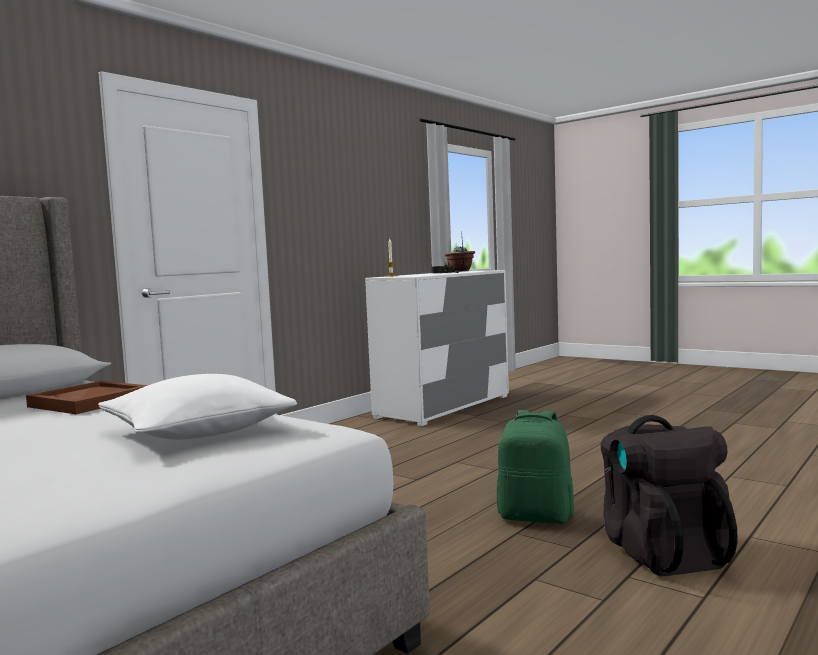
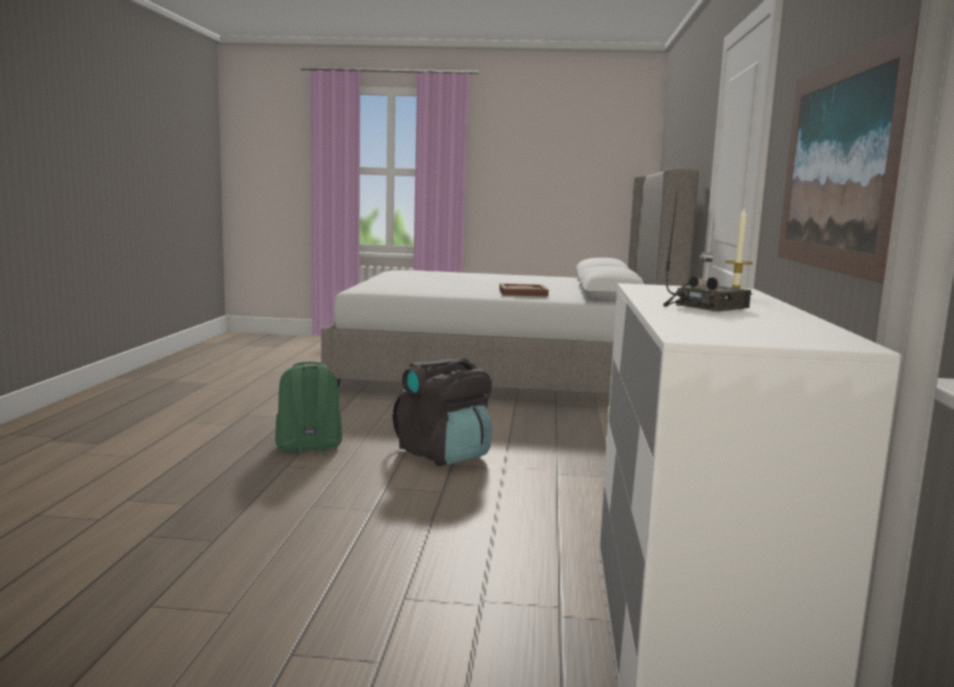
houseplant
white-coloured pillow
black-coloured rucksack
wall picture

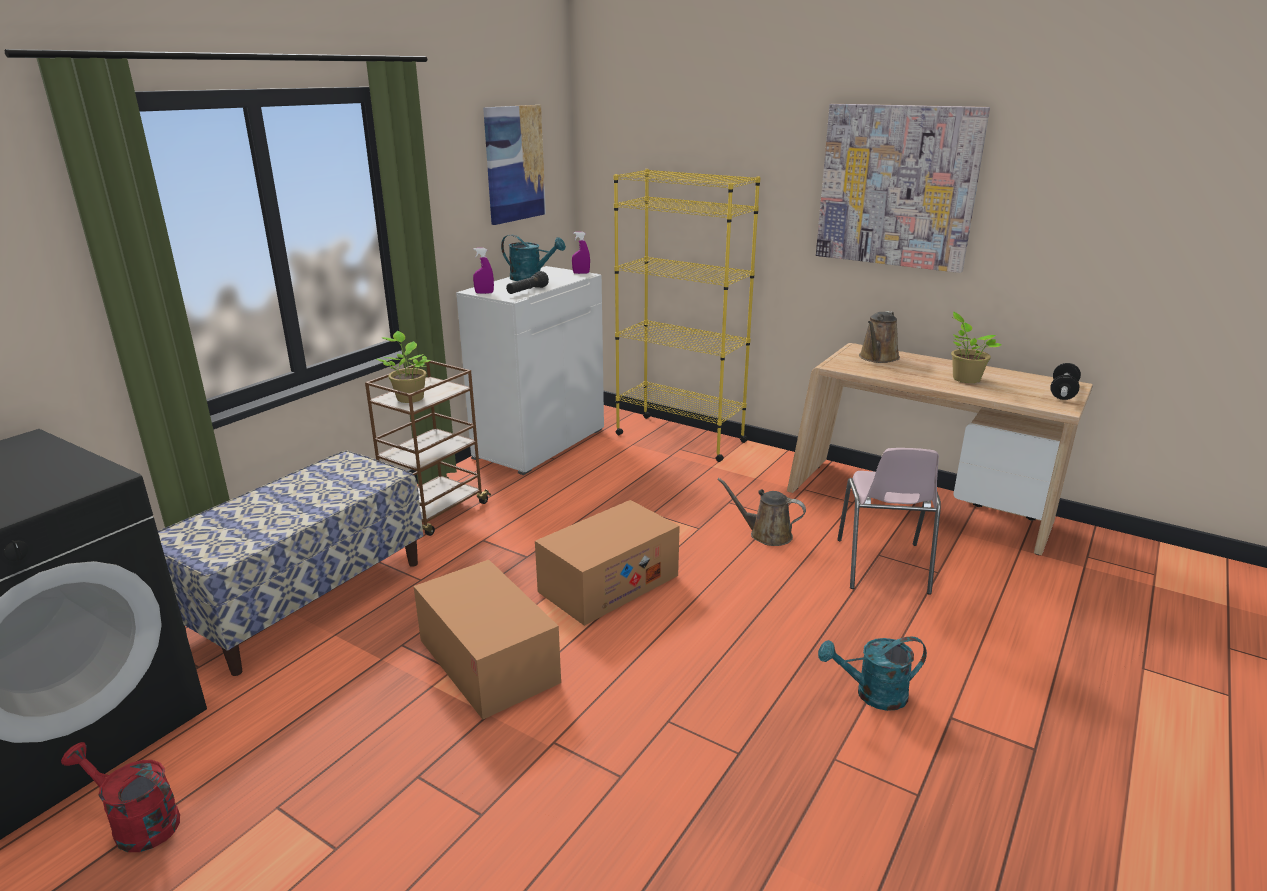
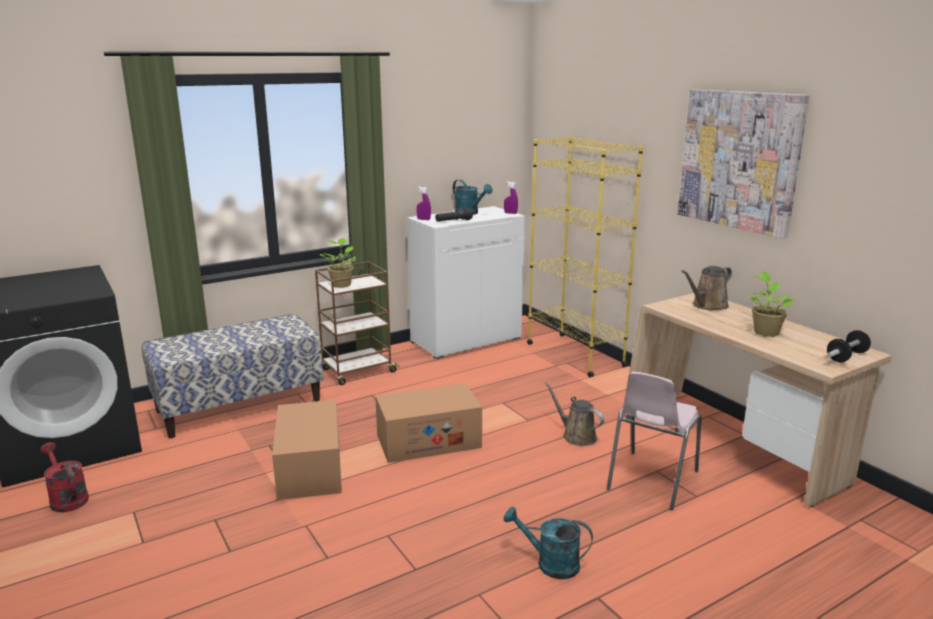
wall picture (1st from left in the first image)

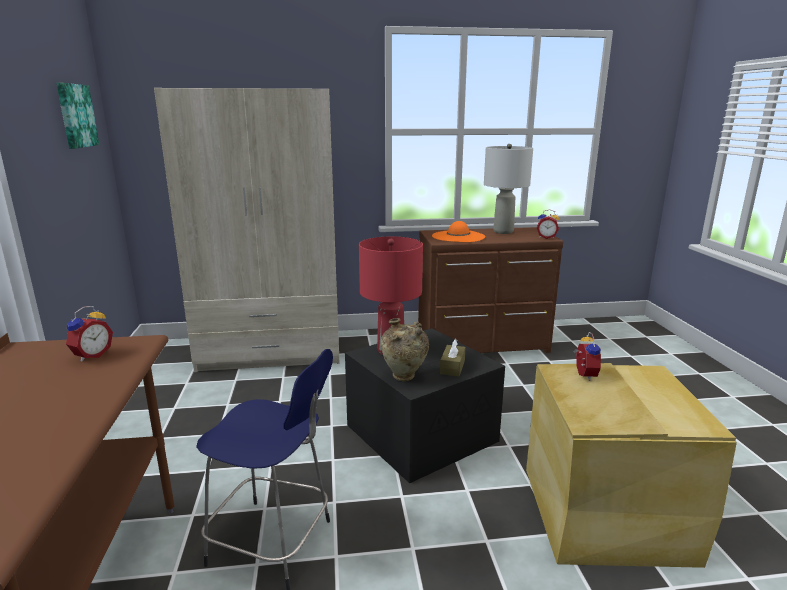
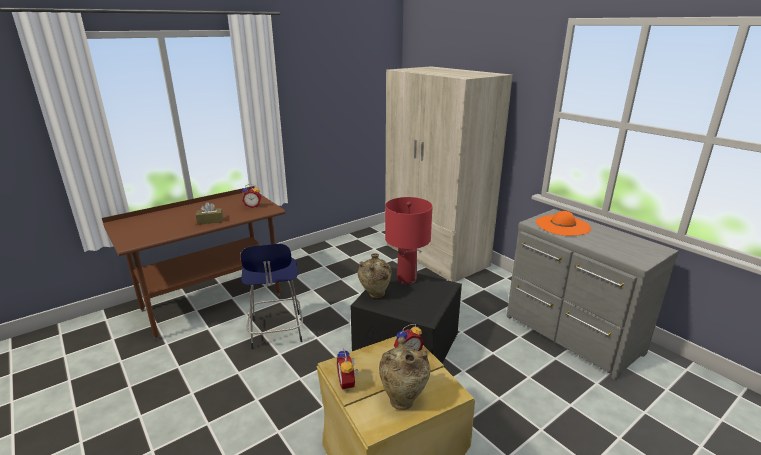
wall picture
grey tabletop lamp
bedside clock (2nd from left)
grey drawer chest
brown box of tissues
beige-coloured decorative vase (2nd from left)

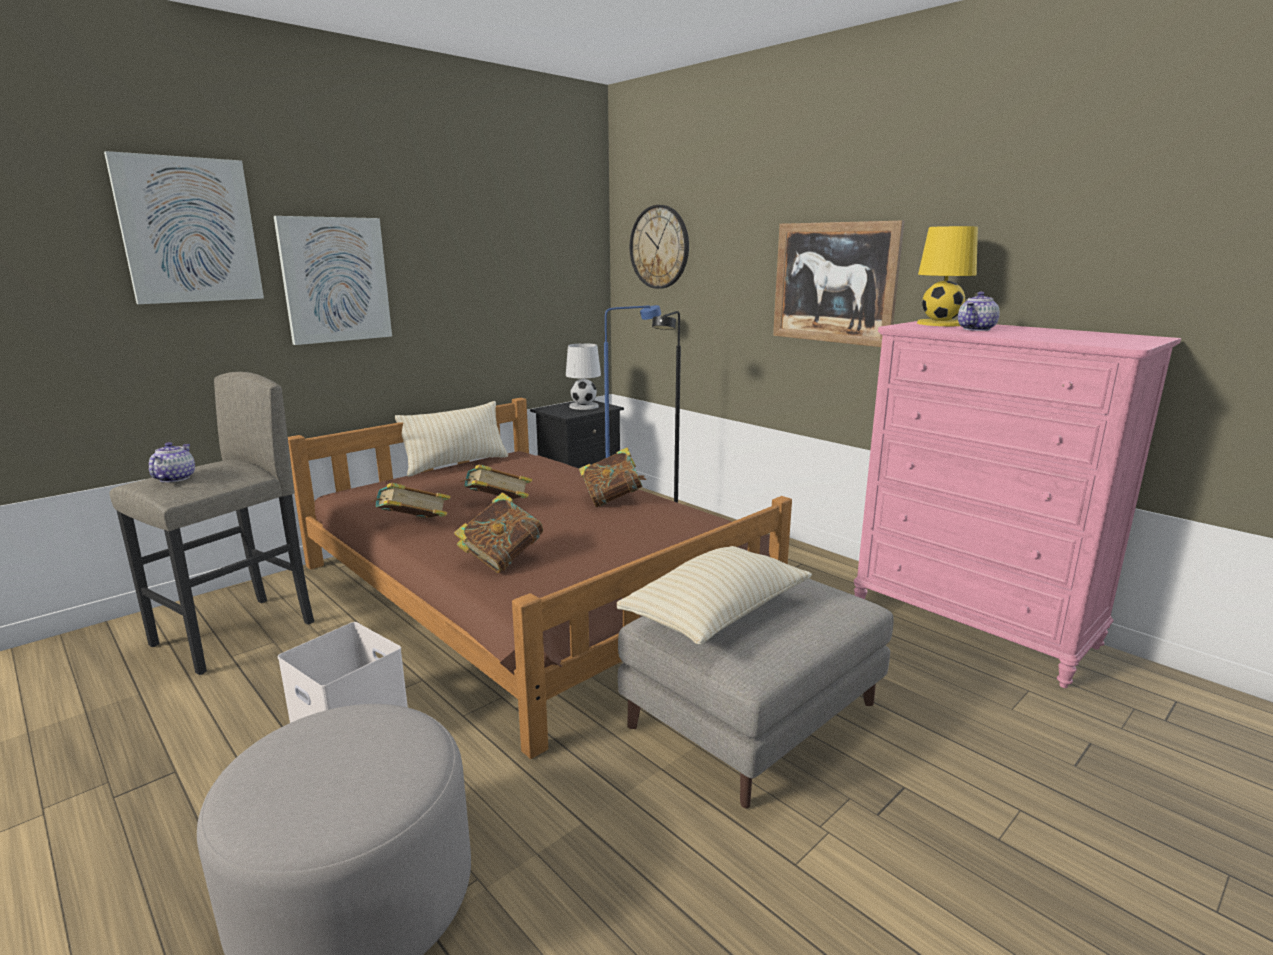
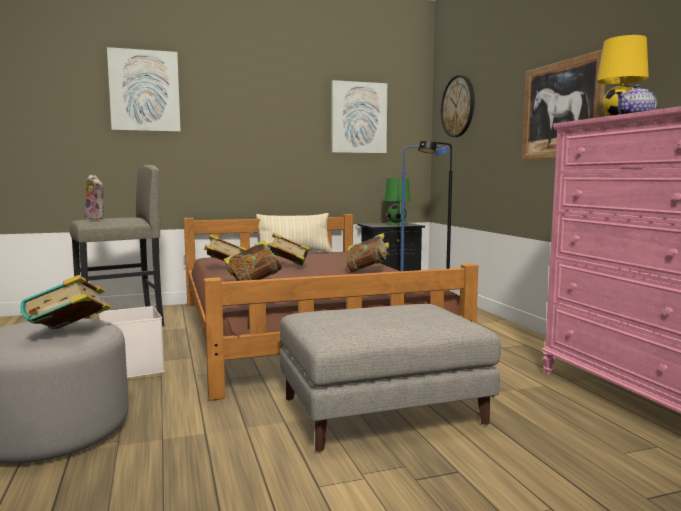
wall picture (2nd from left)
green tabletop lamp
soft toy
beige-coloured pillow (2nd from left in the first image)
bound book (1st from left)

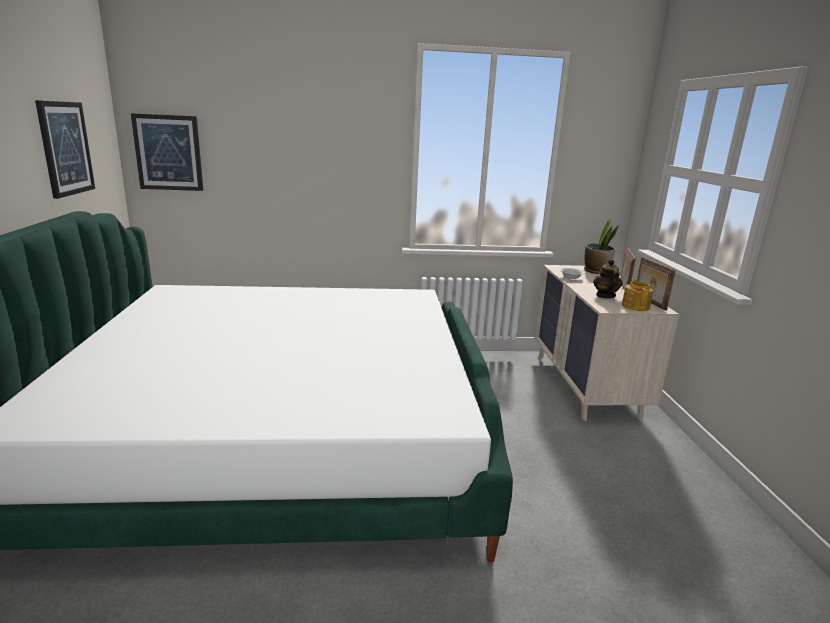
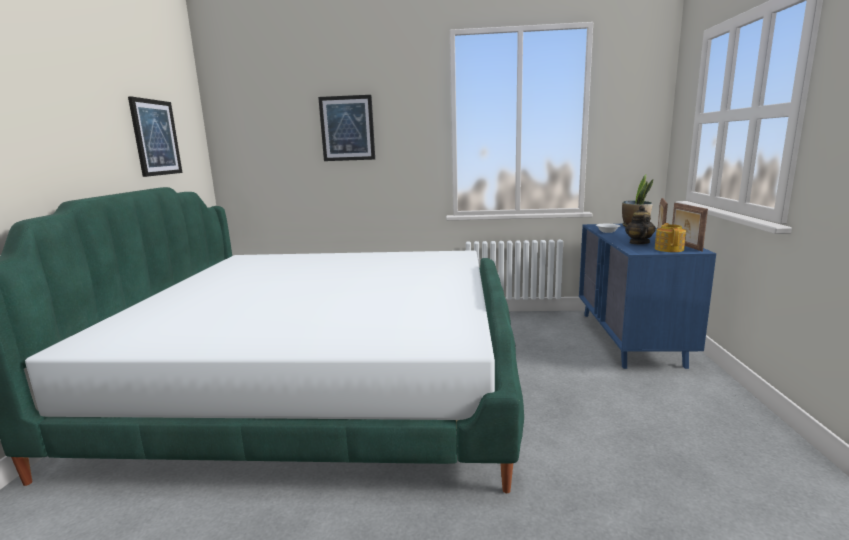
wall picture (2nd from left)
blue-coloured drawer chest

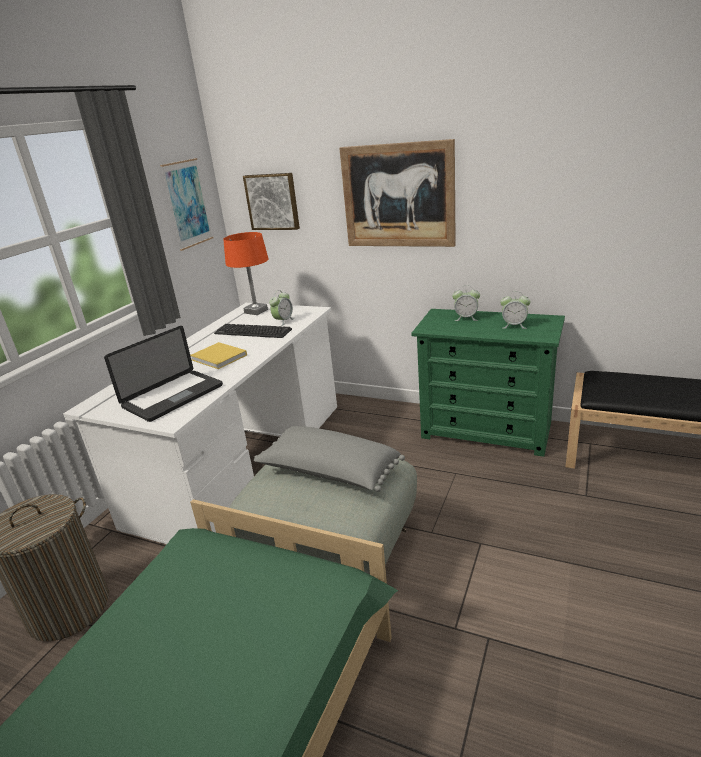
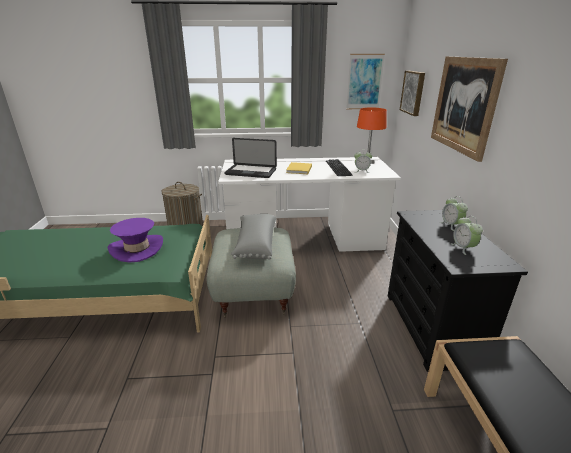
black-coloured drawer chest
purple hat

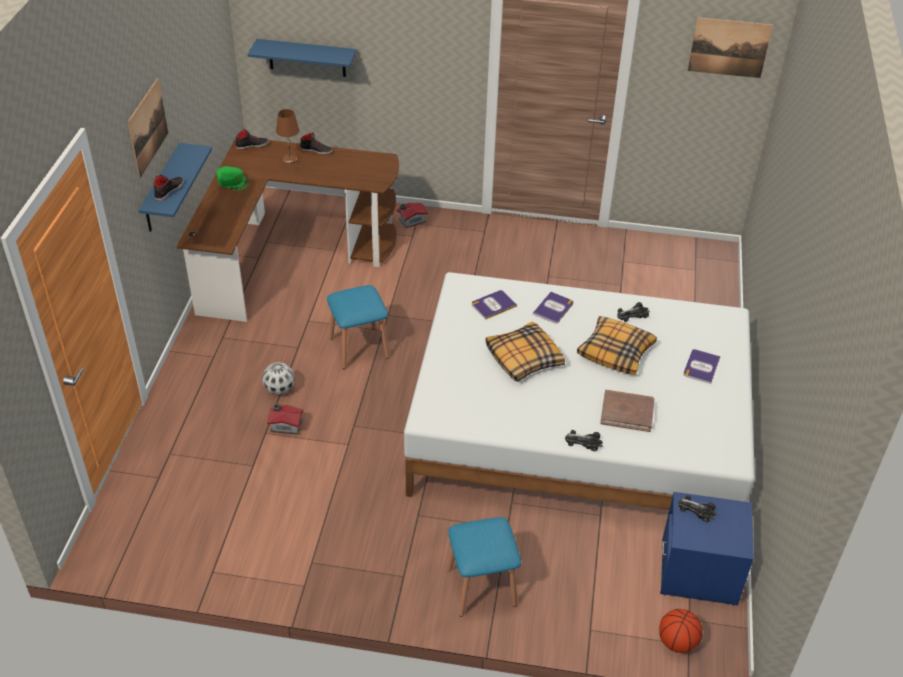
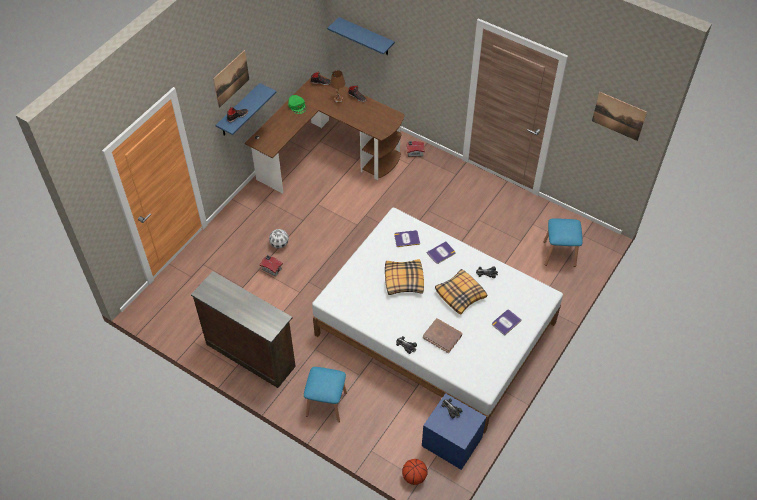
blue-coloured stool seat (2nd from left)
brown drawer chest

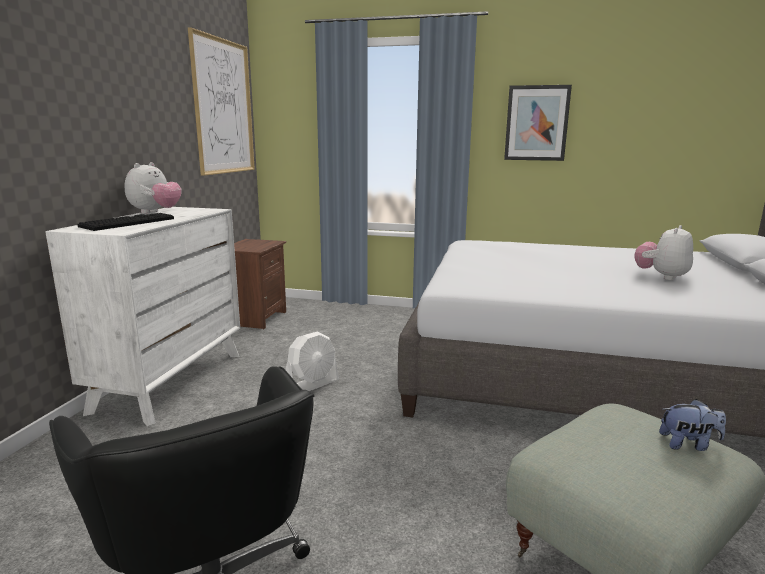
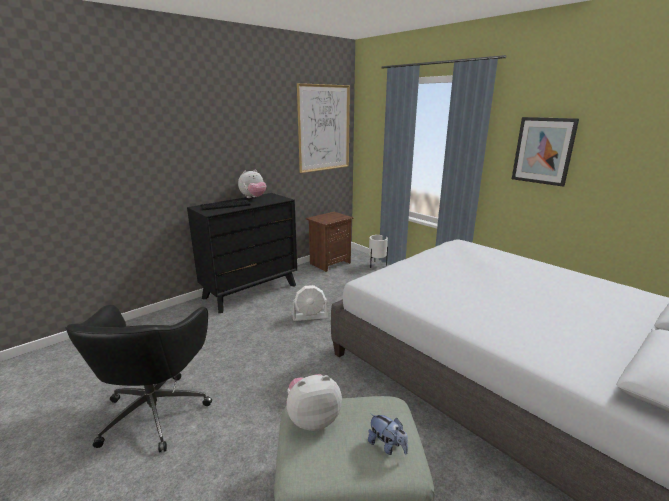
black-coloured drawer chest
soft toy (2nd from left)
white-coloured plant pot

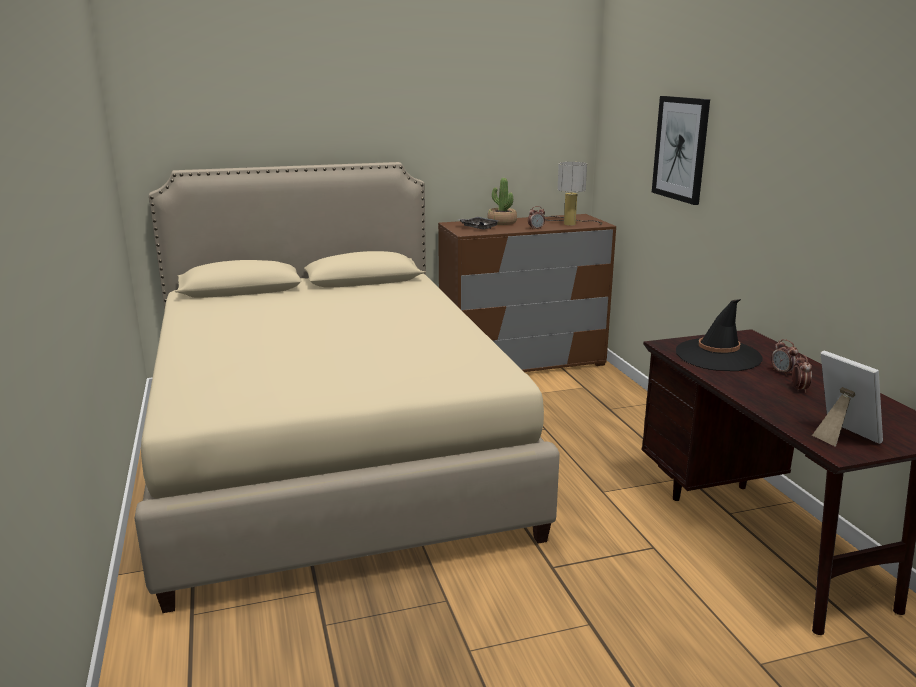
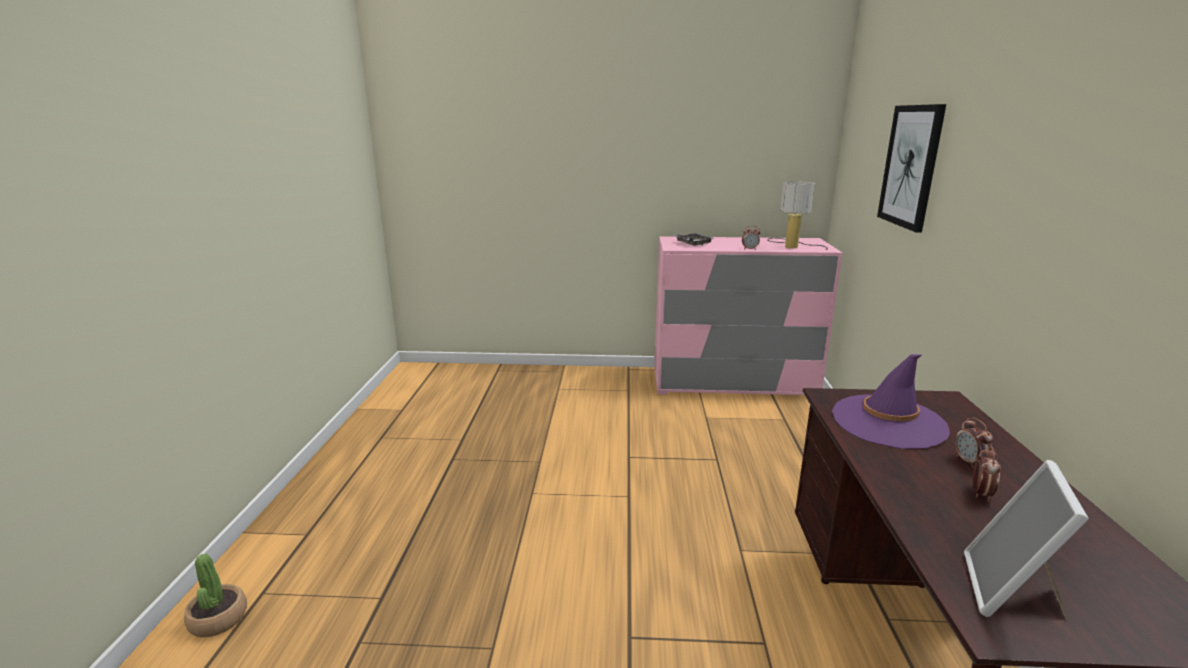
beige-coloured bedroom bed
houseplant
pinkish drawer chest
purple hat
picture frame

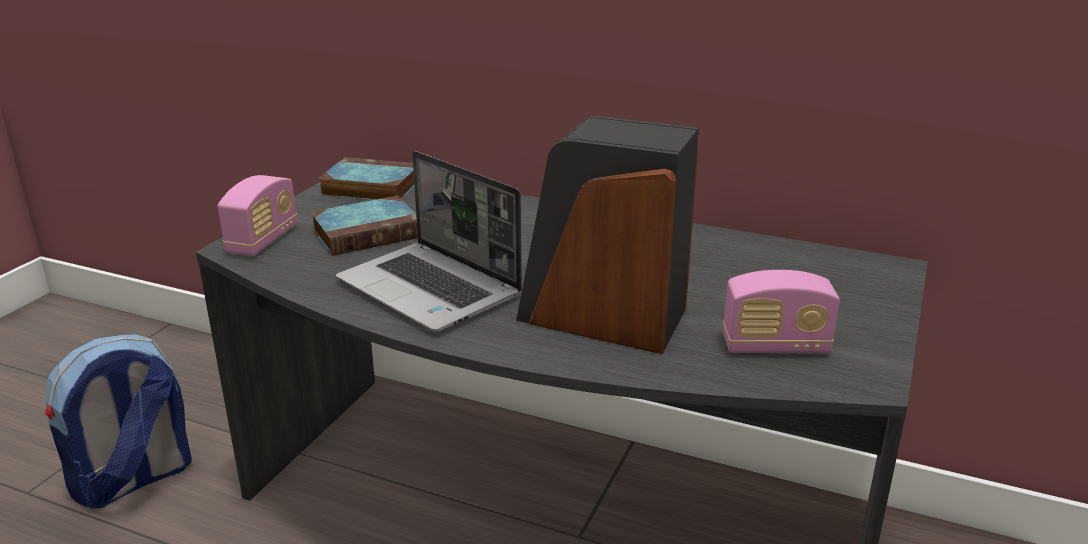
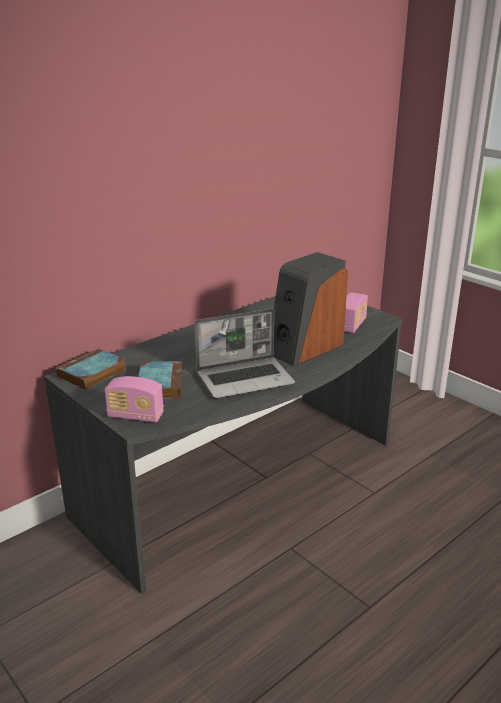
radio (1st from left)
rucksack

